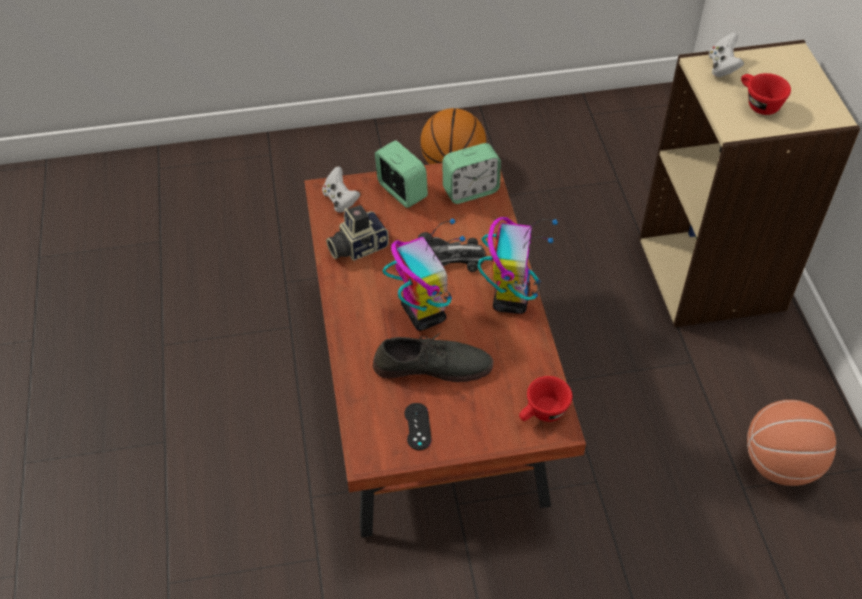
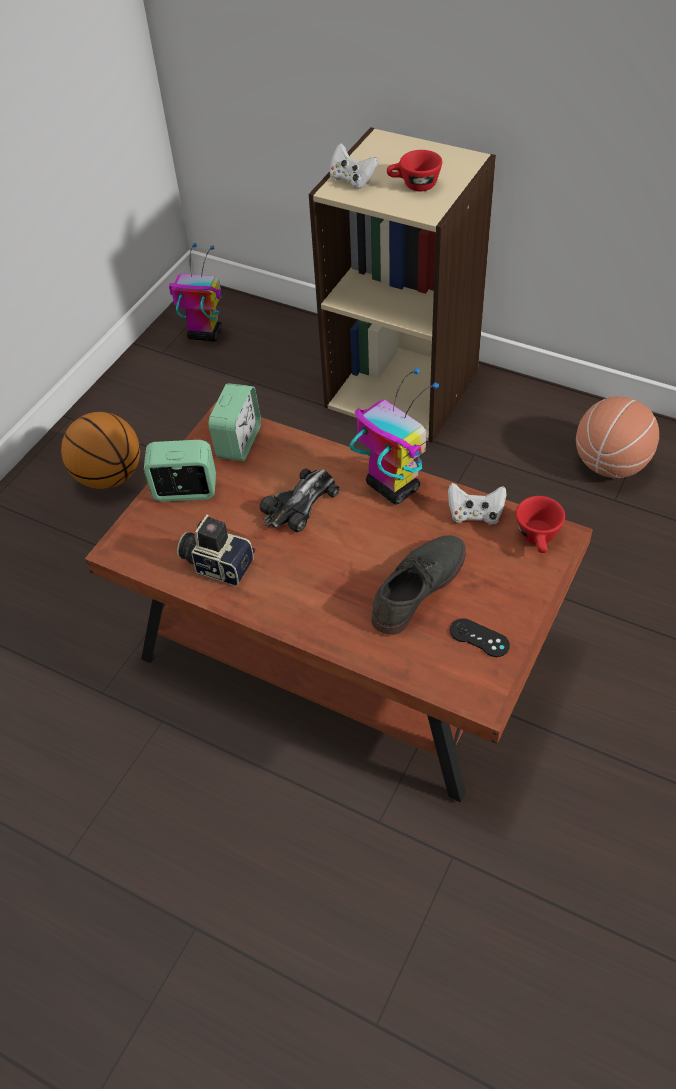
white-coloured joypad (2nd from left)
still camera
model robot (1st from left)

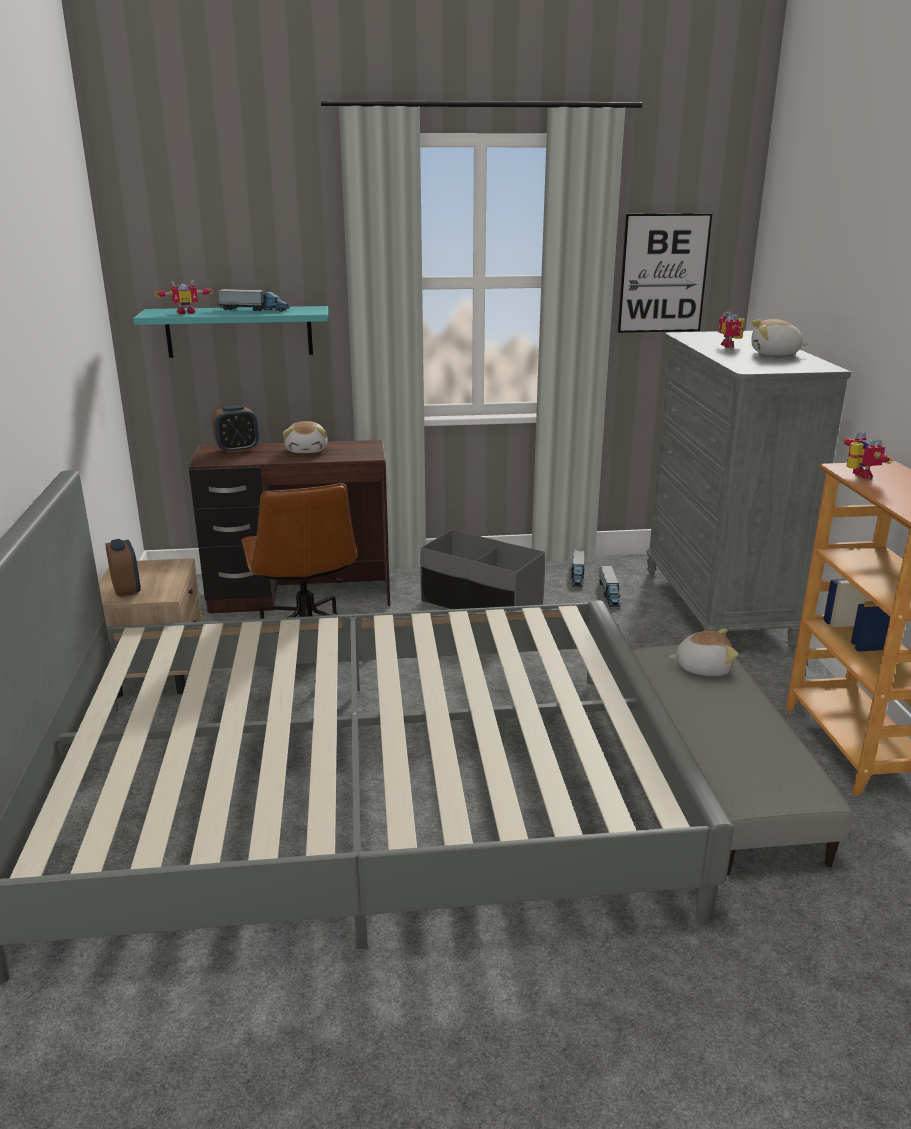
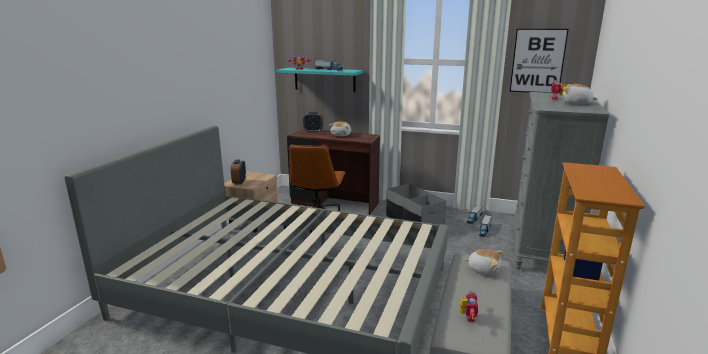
model robot (2nd from left)

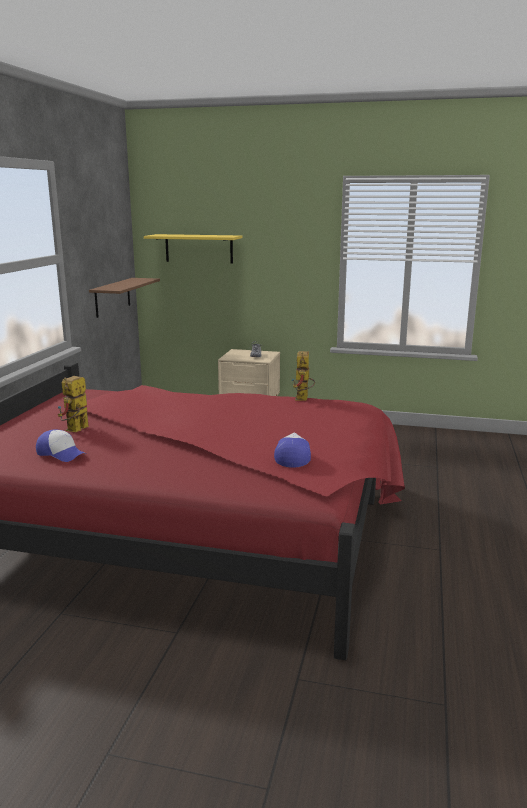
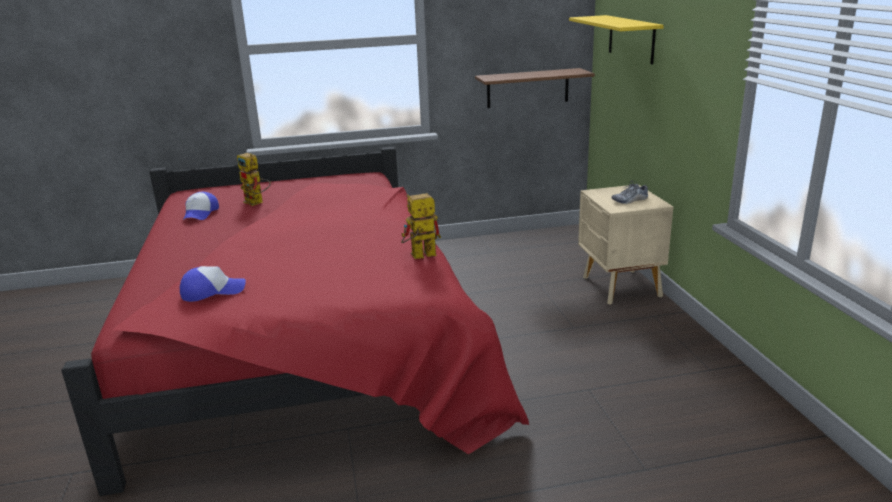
model robot (1st from left)

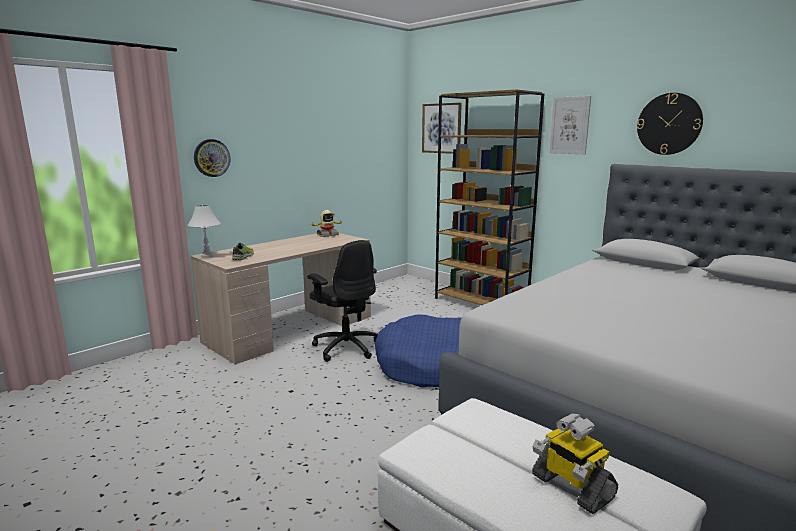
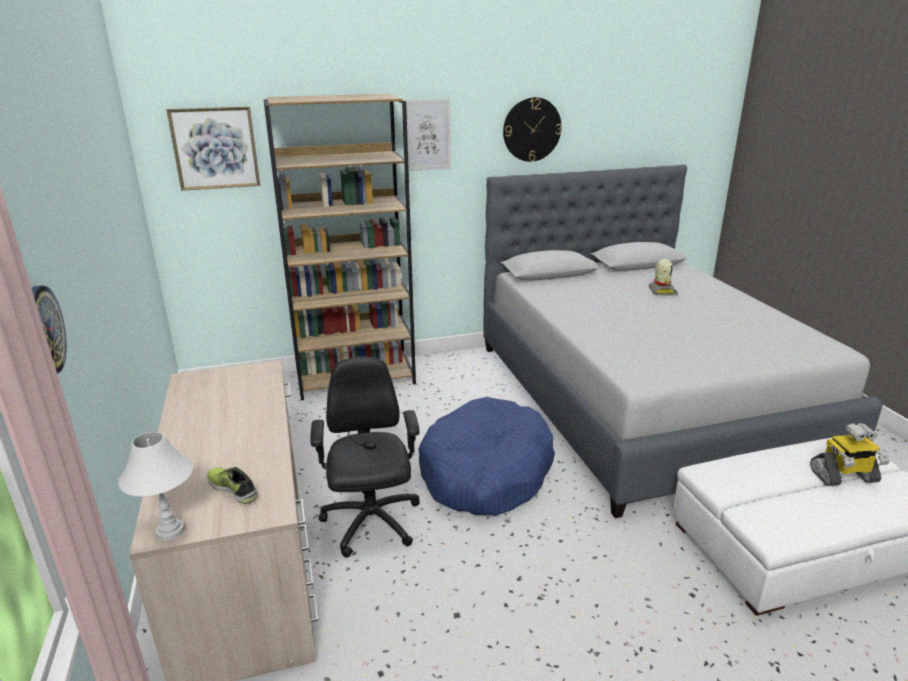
model robot (1st from left)
black-coloured desk chair

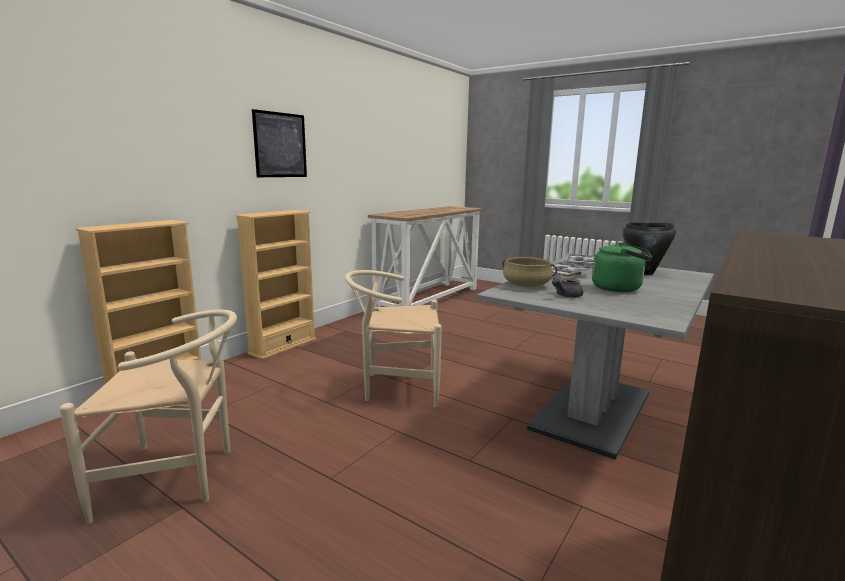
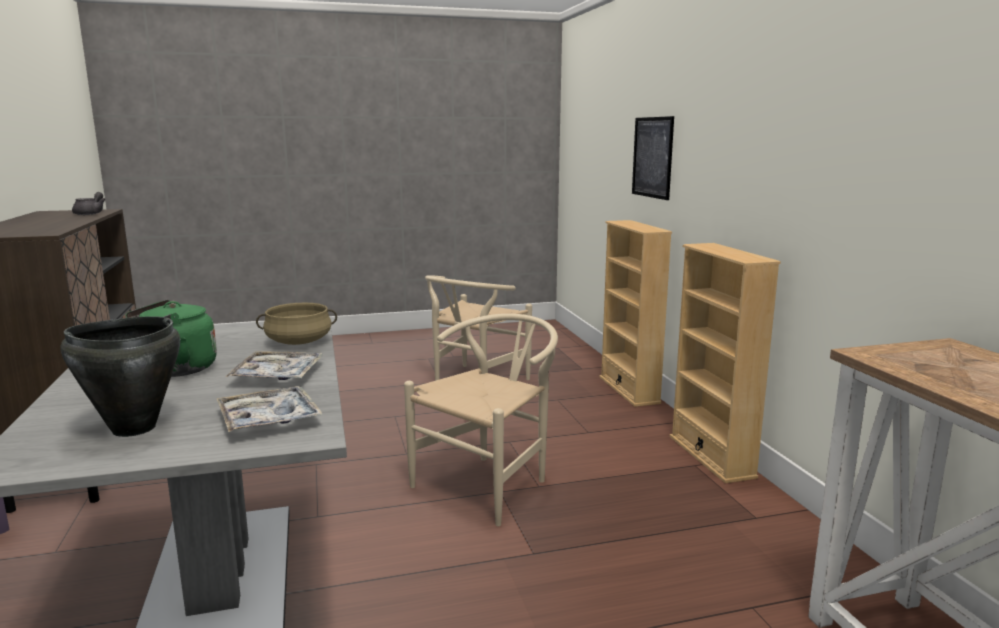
wall picture
grey teapot

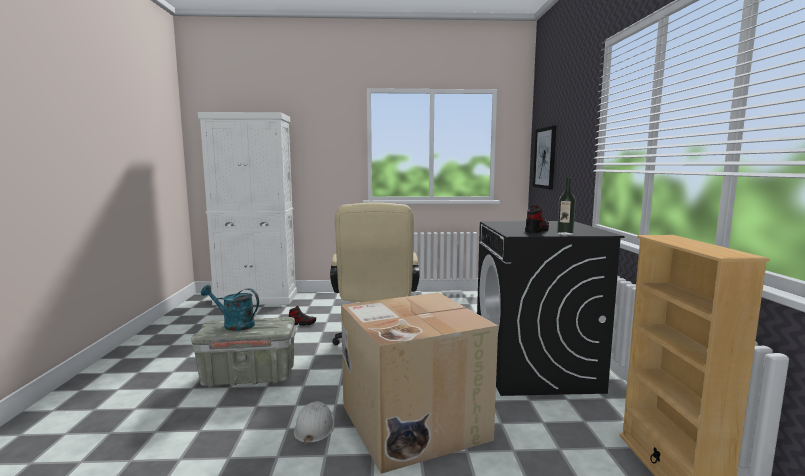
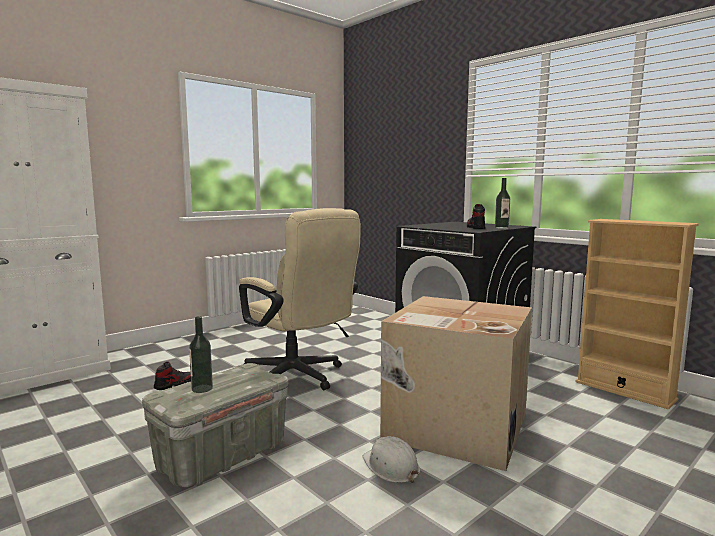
wall picture
beverage bottle (1st from left)

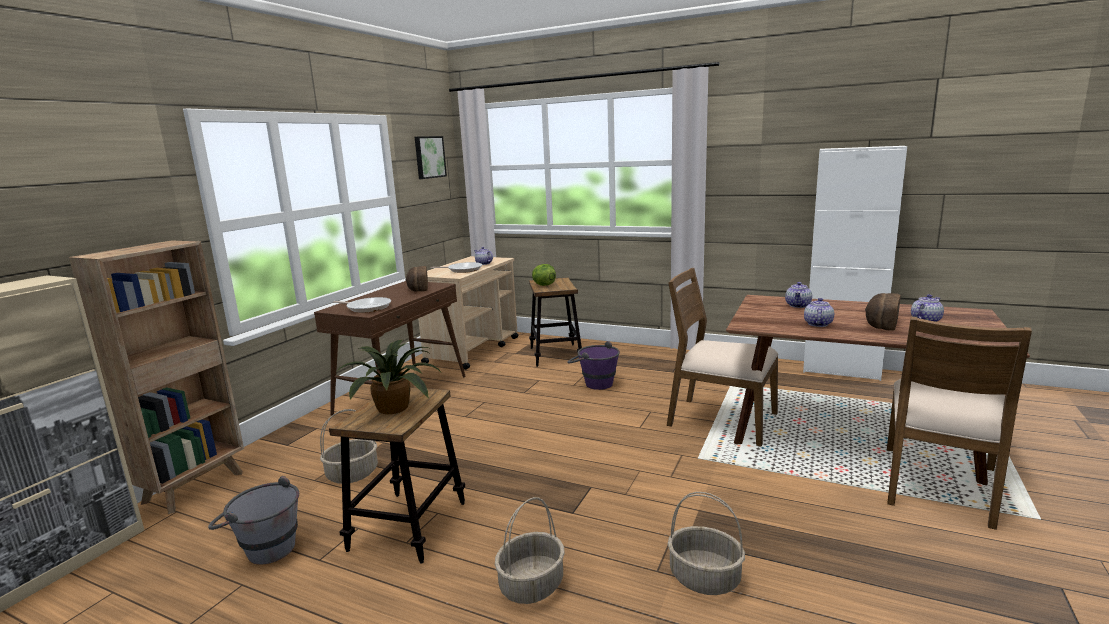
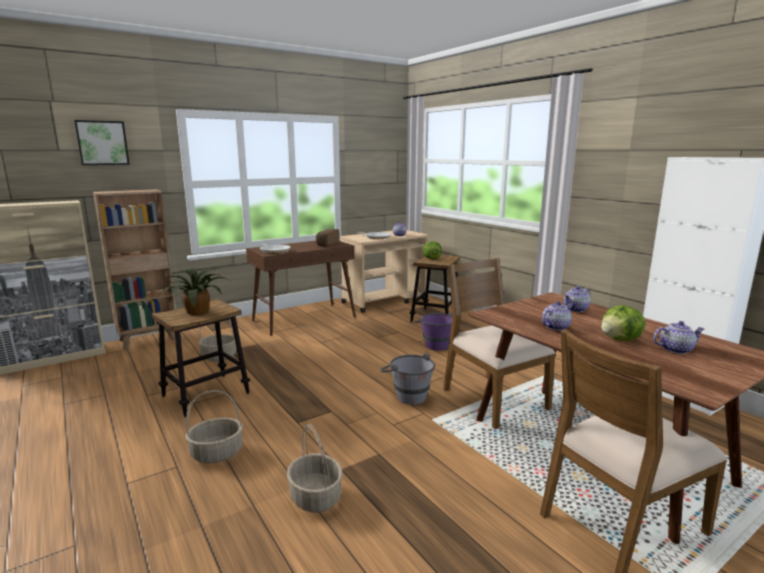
wall picture
lettuce (2nd from left)
grey bucket

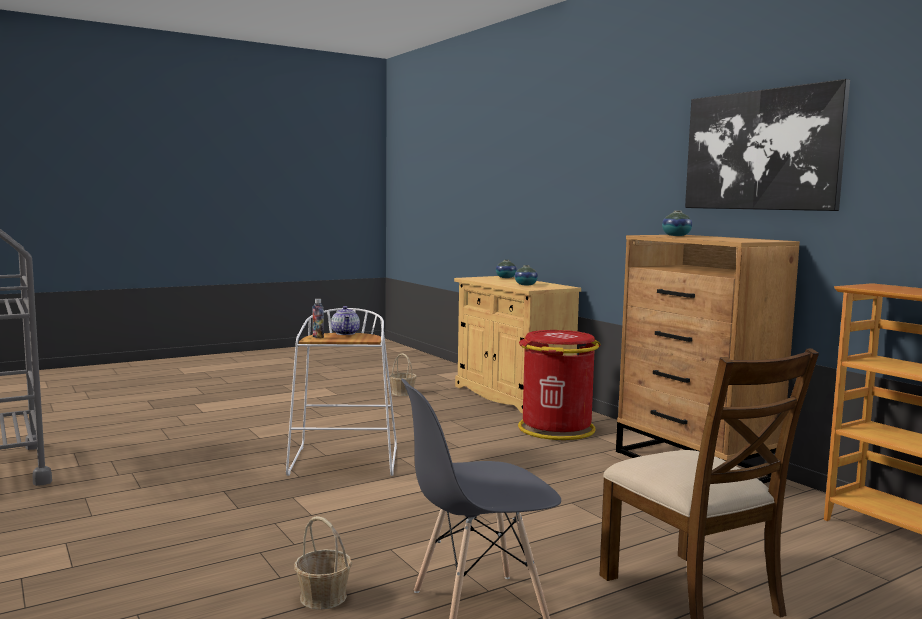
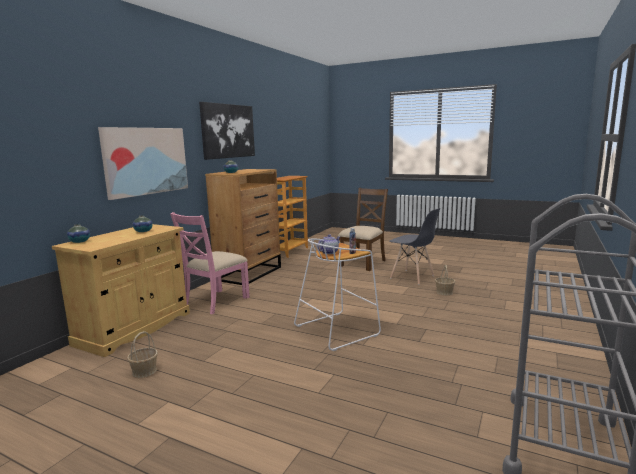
pinkish plain chair
wall picture (1st from left)

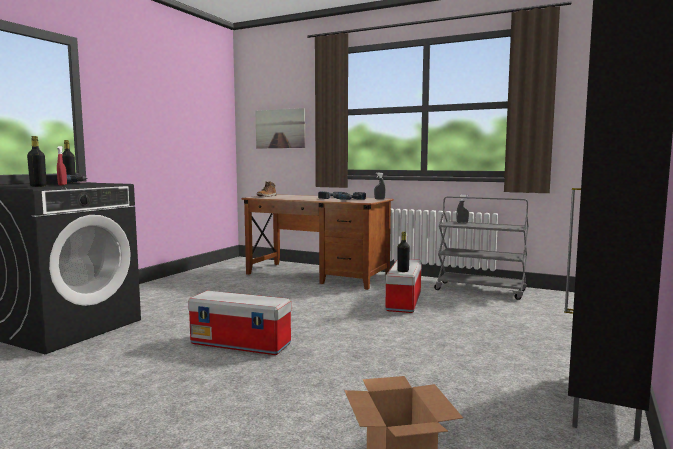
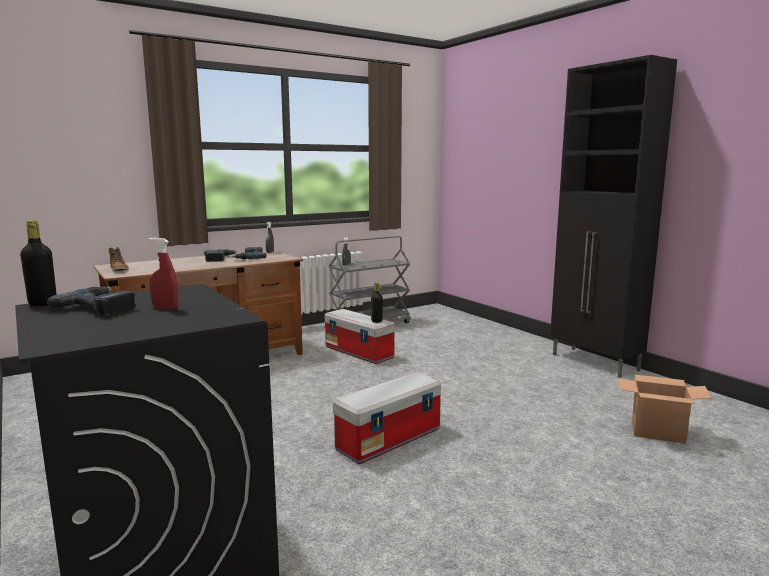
wall picture
black-coloured beverage bottle (1st from left in the first image)

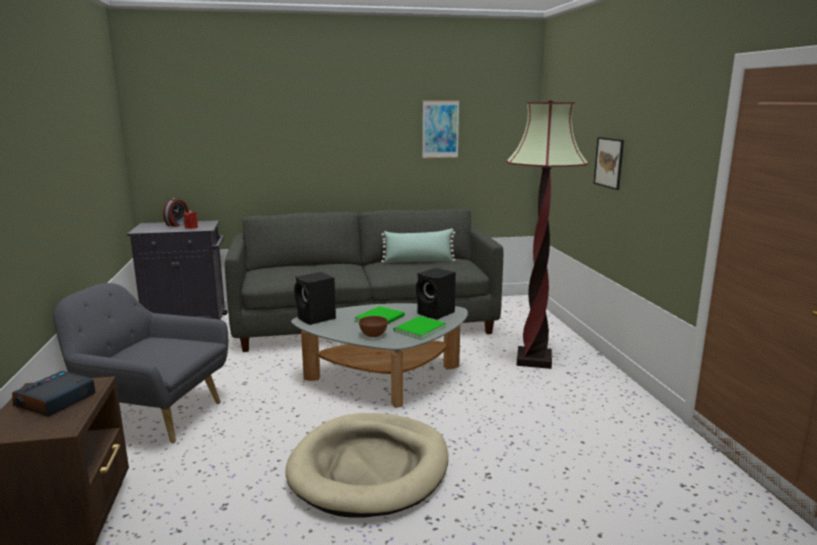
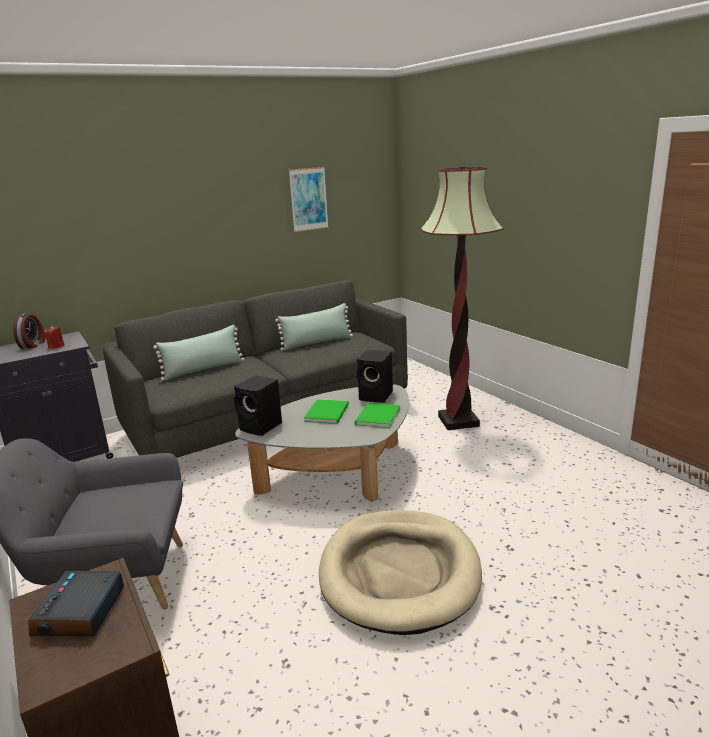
wall picture (2nd from left in the first image)
brown serving bowl
green pillow (1st from left)

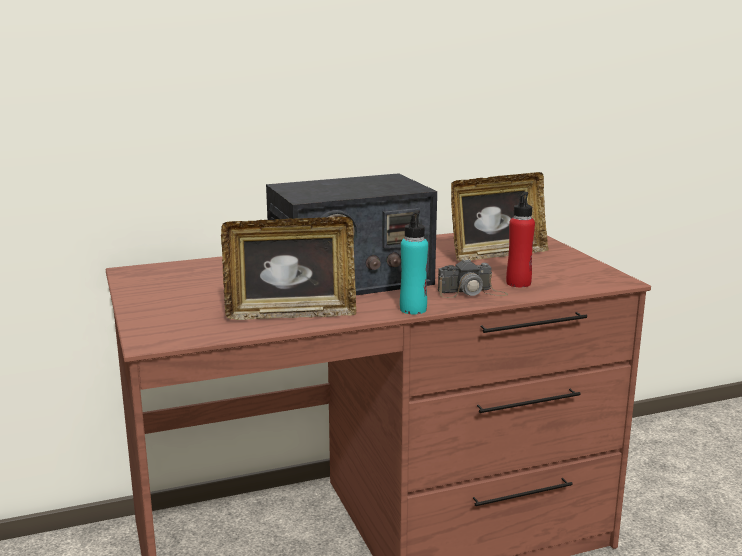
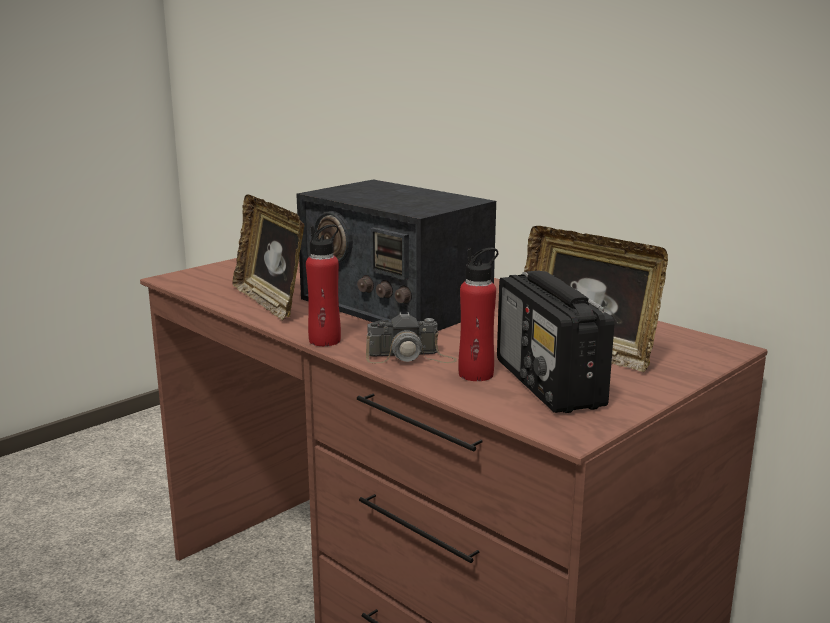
red-coloured beverage bottle (1st from left)
still camera
radio (2nd from left)

